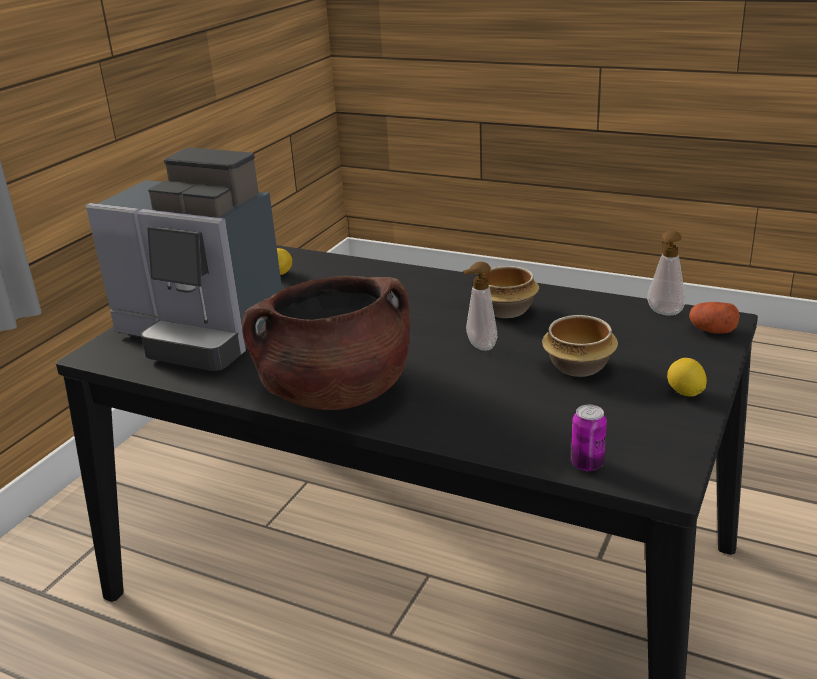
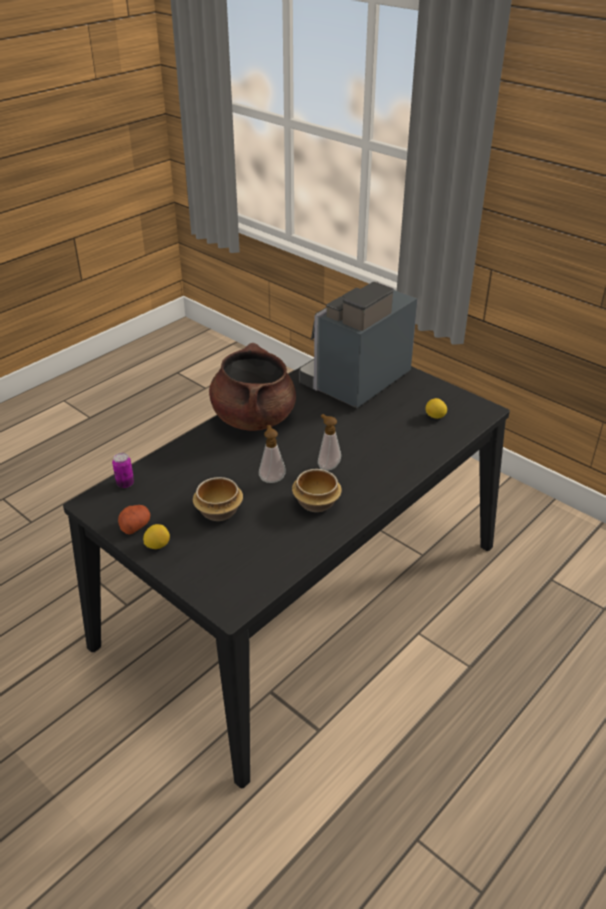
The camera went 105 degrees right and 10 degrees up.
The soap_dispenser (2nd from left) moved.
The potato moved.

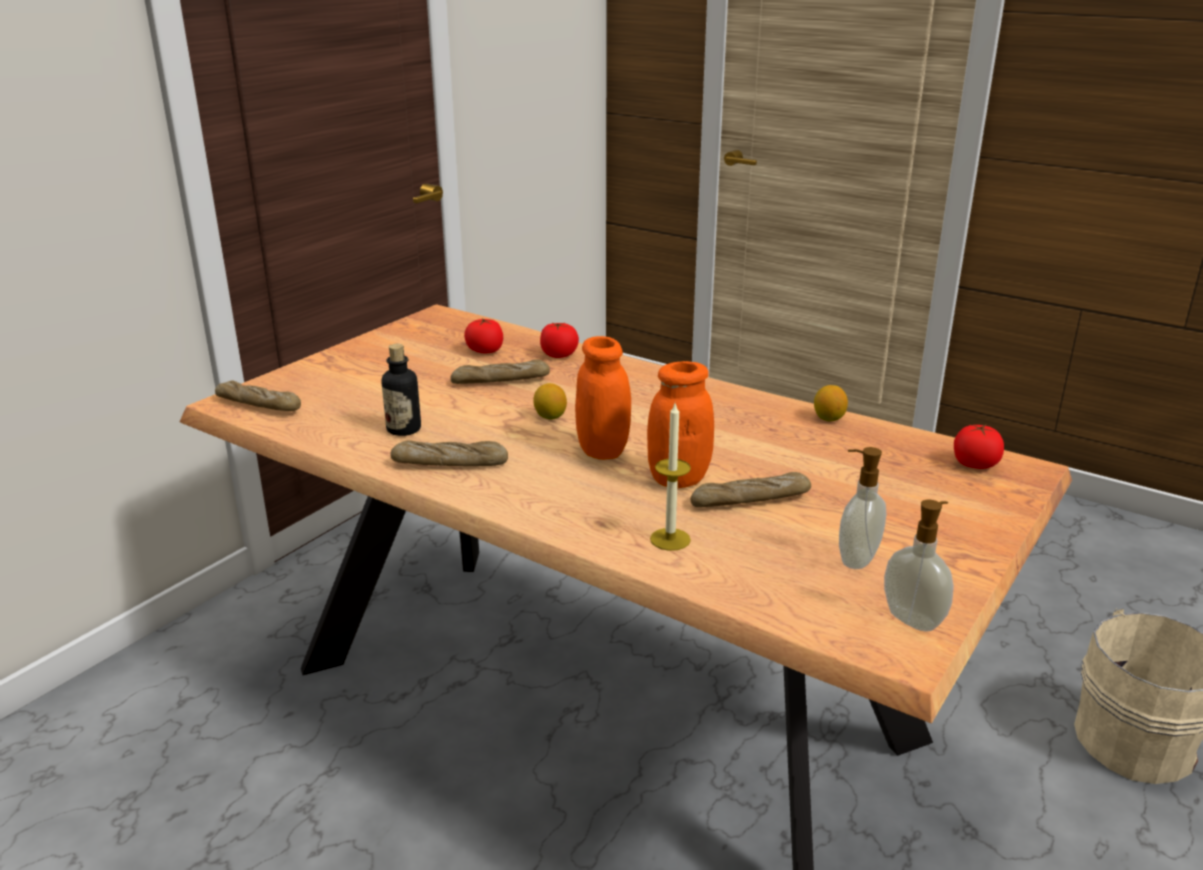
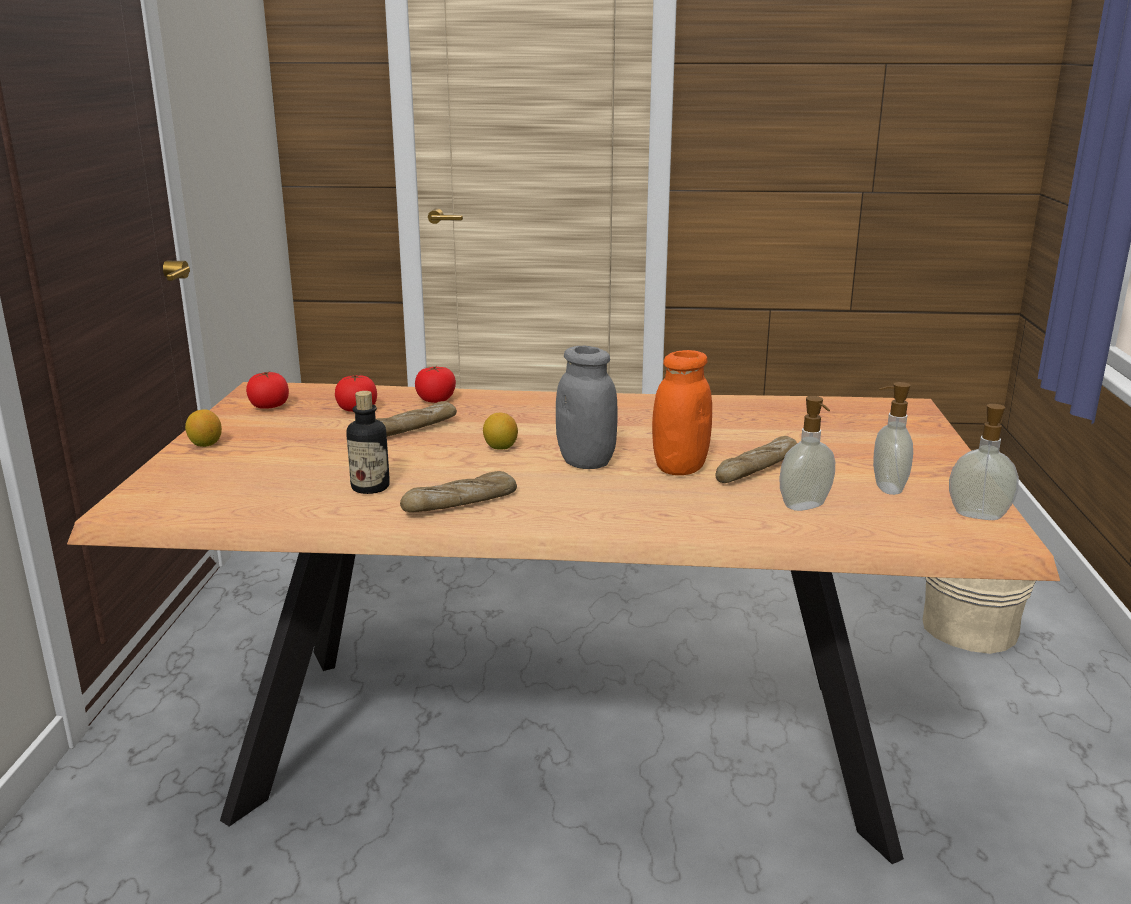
The camera went 30 degrees left and 5 degrees down.
The bread (1st from left) disappeared.
The orange_jar (1st from left) became the grey_jar.
The candle disappeared.
The lemon (2nd from left in the first image) moved.
The tomato (3rd from left in the first image) moved.
The soap_dispenser (1st from left) appeared.

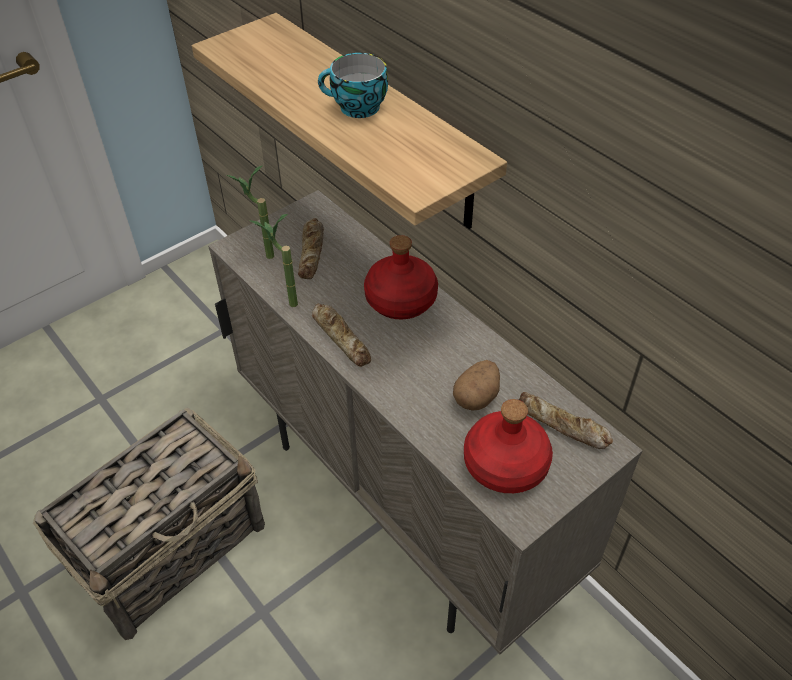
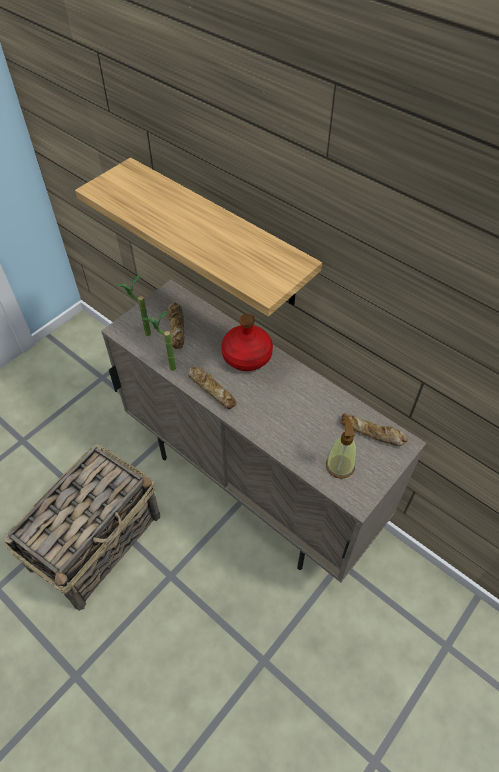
The camera went 10 degrees left and 5 degrees up.
The cup disappeared.
The potato disappeared.
The red_bottle (2nd from left) was replaced by the soap_dispenser.

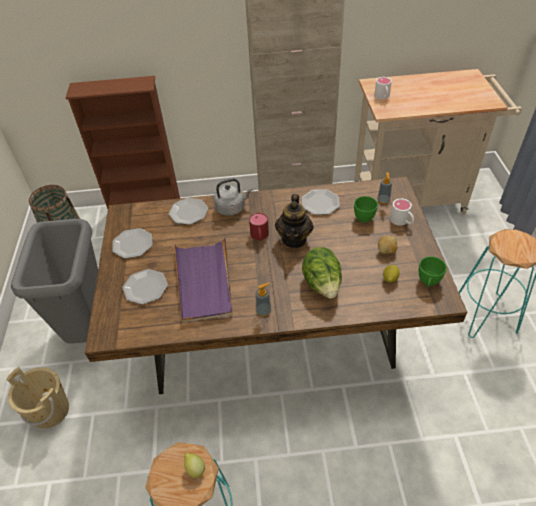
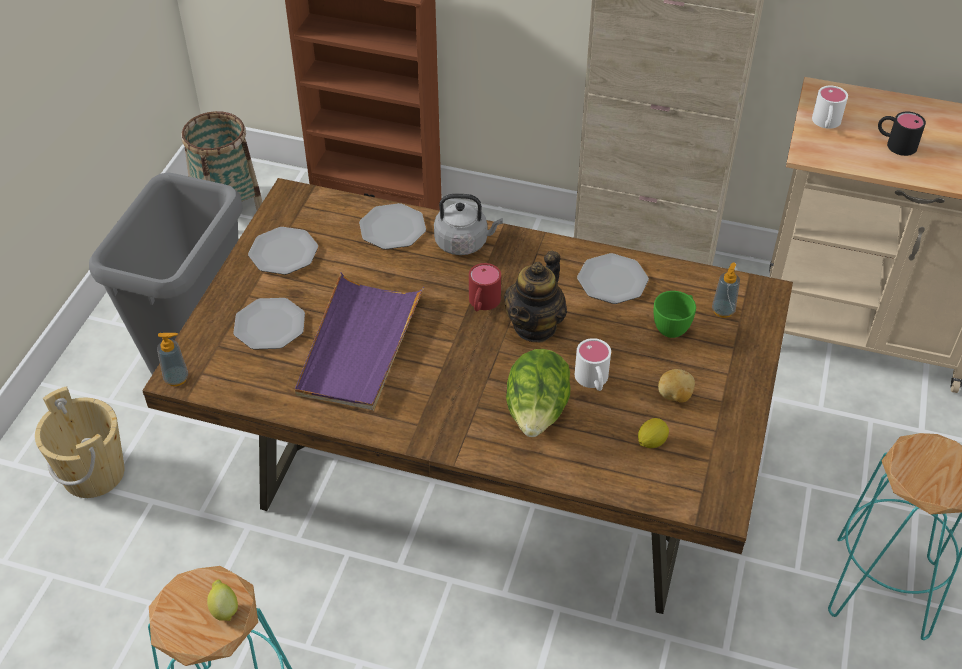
The camera went 20 degrees right and 0 degrees up.
The soap_dispenser (1st from left) moved.
The white_mug (2nd from left in the first image) moved.
The green_cup (2nd from left) disappeared.
The black_mug appeared.

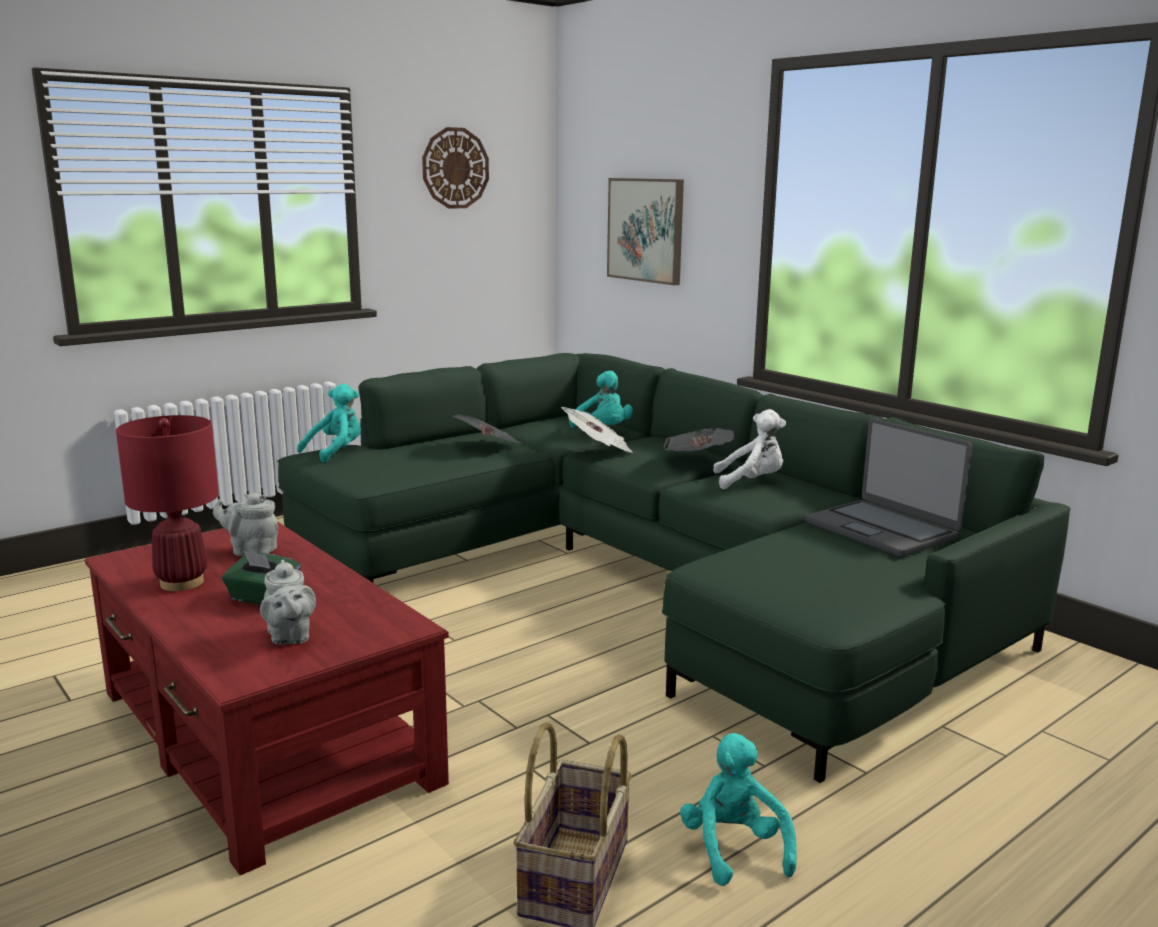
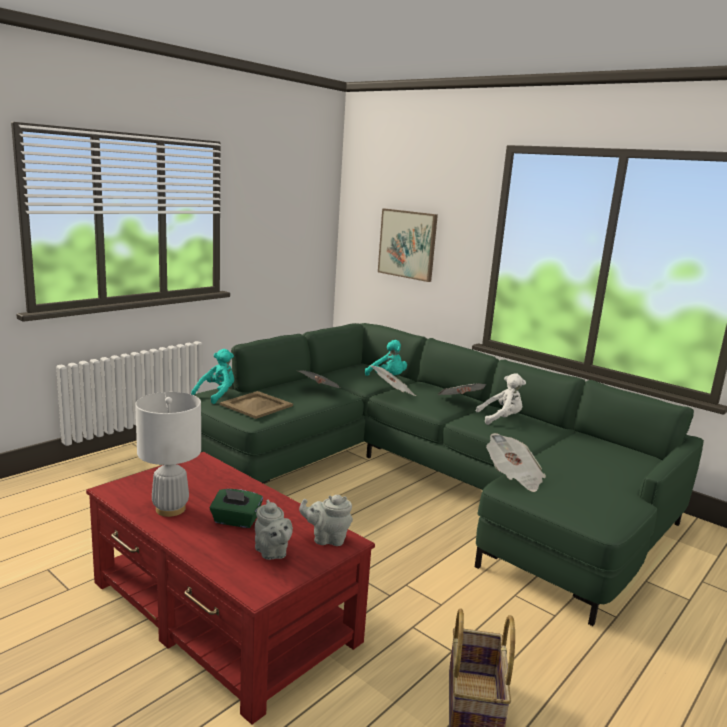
The camera went 10 degrees left and 0 degrees up.
The red_table_lamp became the white_table_lamp.
The grey_teapot (1st from left in the first image) moved.
The wall_clock disappeared.
The turquoise_plush_toy (3rd from left) disappeared.
The laptop disappeared.
The beige_tray appeared.
The newspaper (4th from left) appeared.

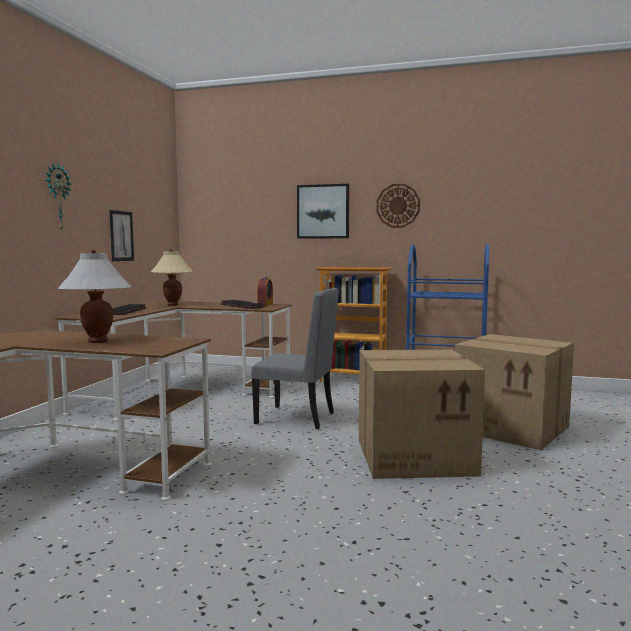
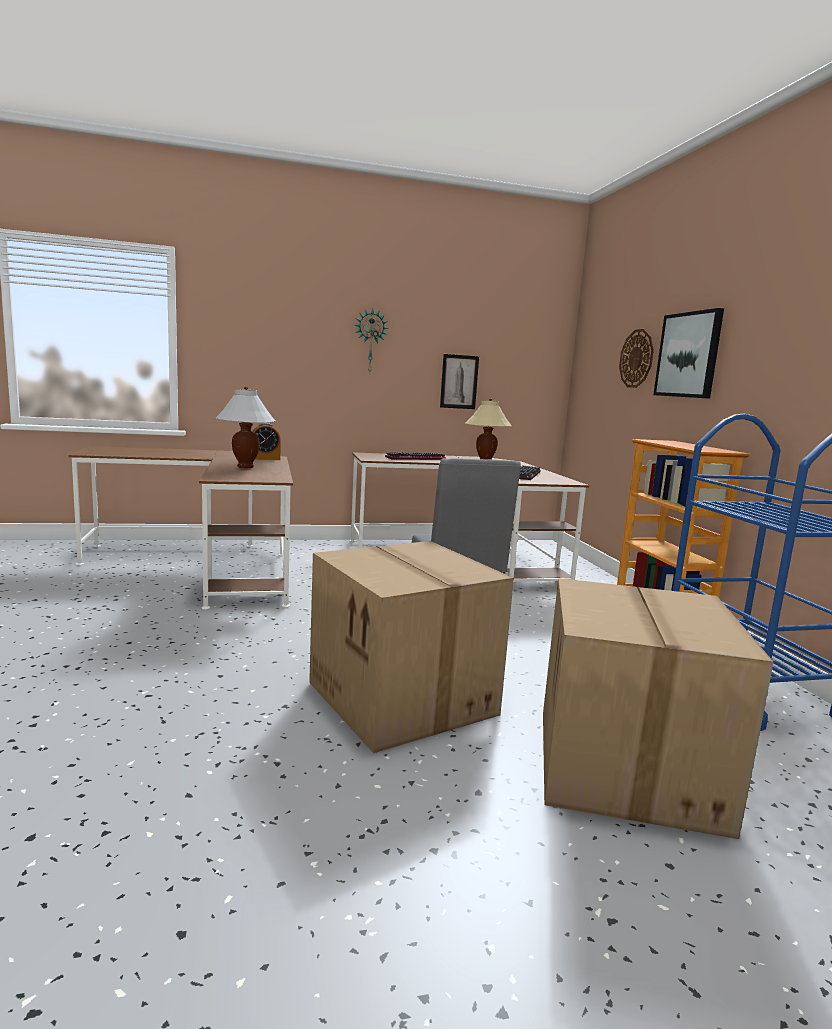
The camera went 60 degrees right and 5 degrees up.
The alarm_clock moved.
The wall_clock (2nd from left) moved.

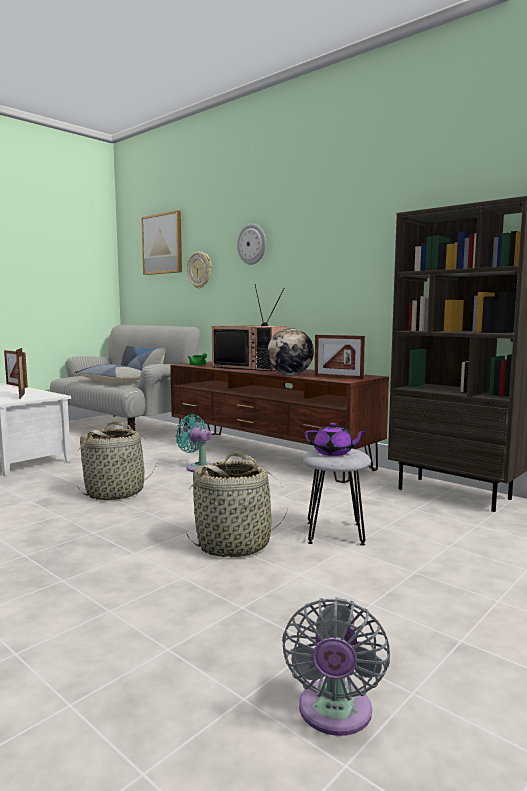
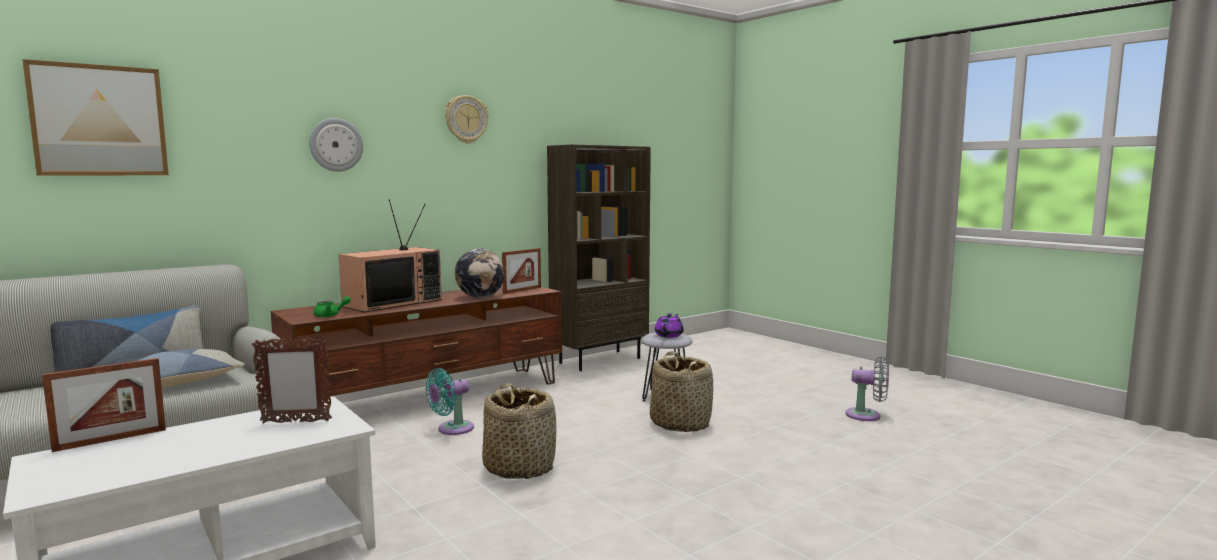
The camera went 80 degrees left and 0 degrees up.
The wall_clock (1st from left in the first image) moved.

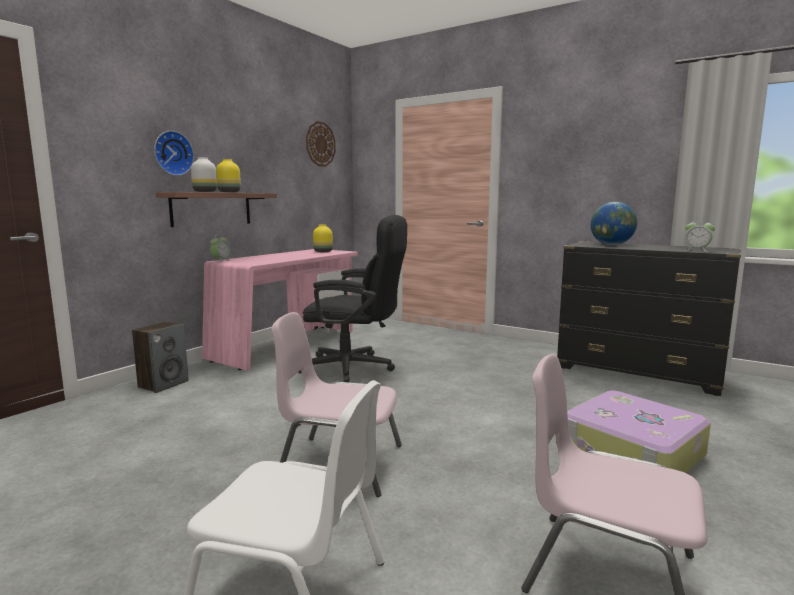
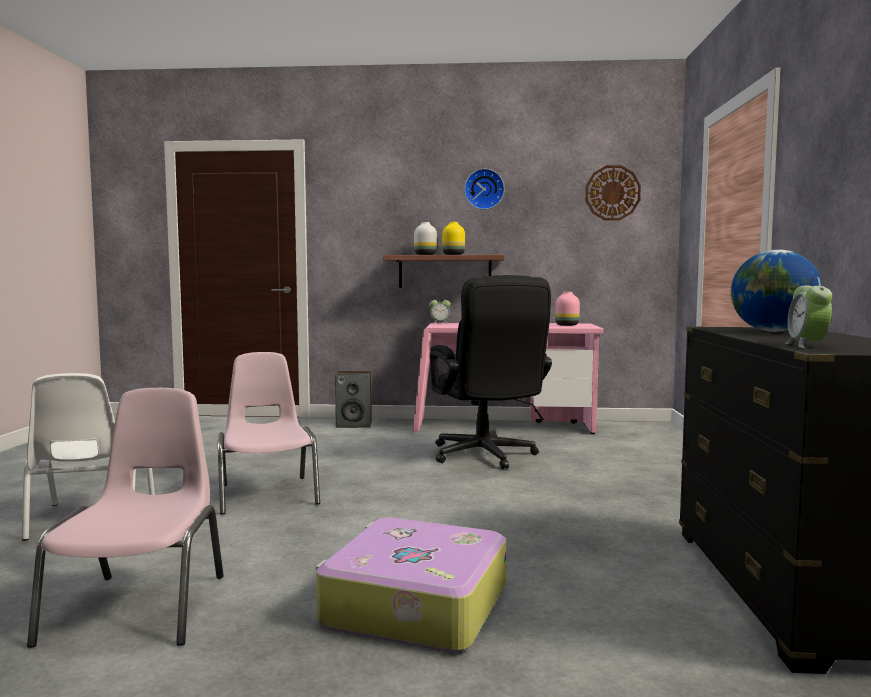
The camera went 60 degrees right and 5 degrees down.
The wall_clock (1st from left) moved.
The yellow_vase (2nd from left) became the pink_vase.

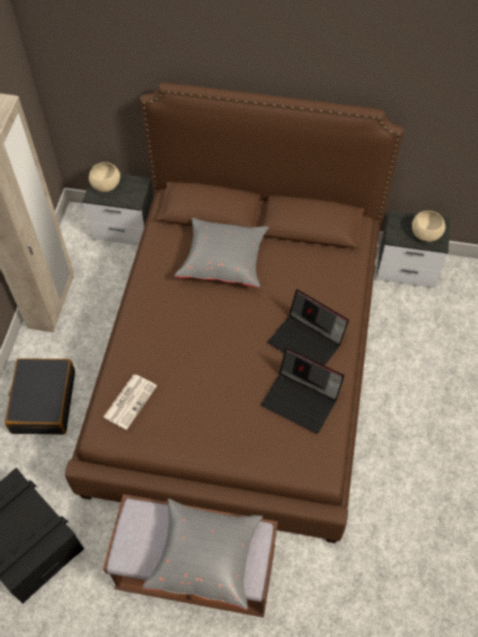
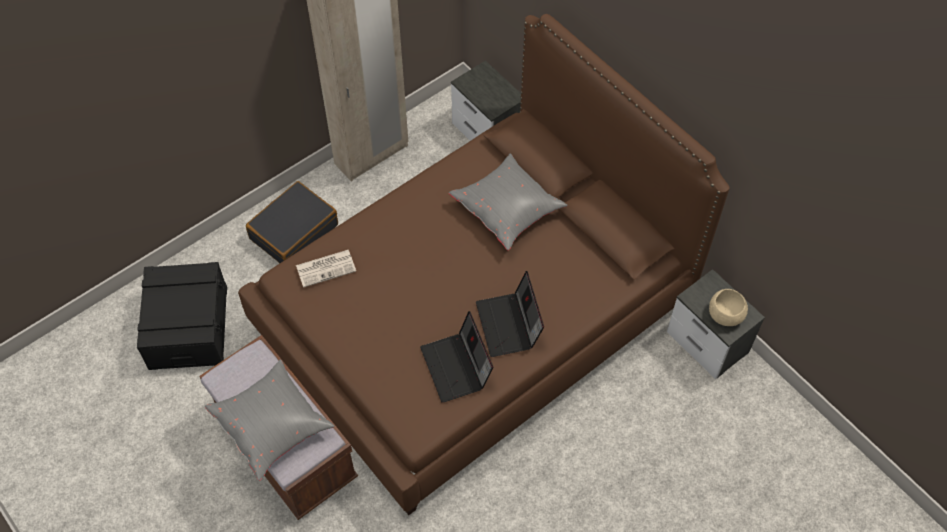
The camera went 40 degrees right and 0 degrees up.
The beige_bowl (1st from left) disappeared.

